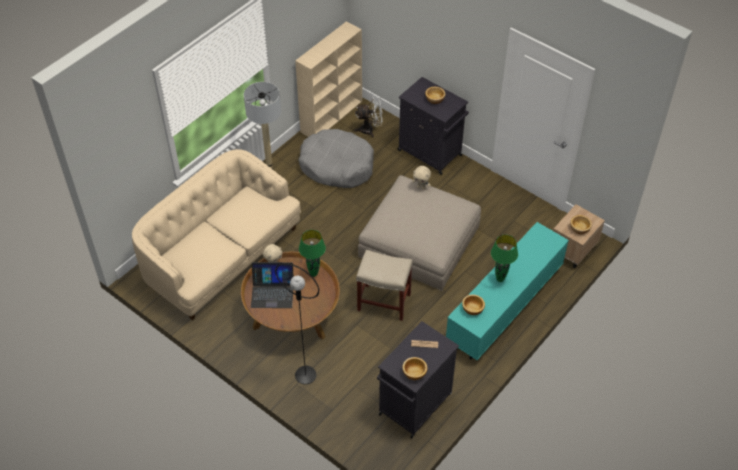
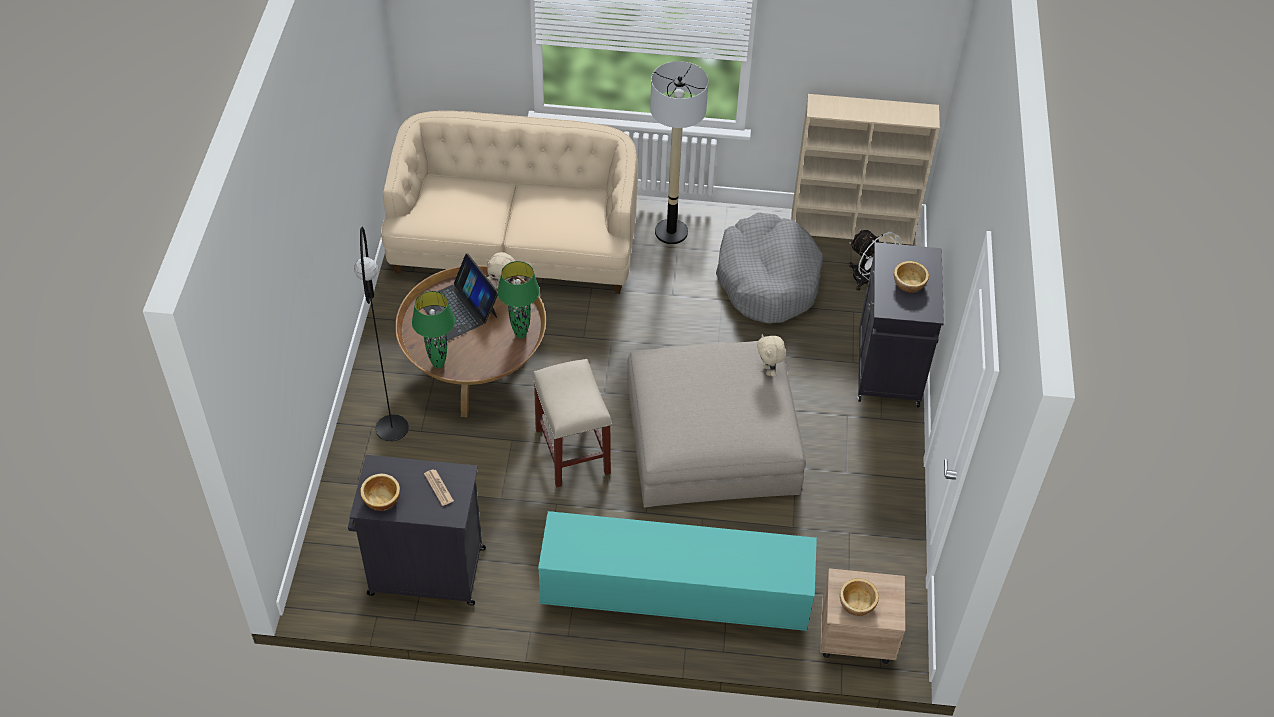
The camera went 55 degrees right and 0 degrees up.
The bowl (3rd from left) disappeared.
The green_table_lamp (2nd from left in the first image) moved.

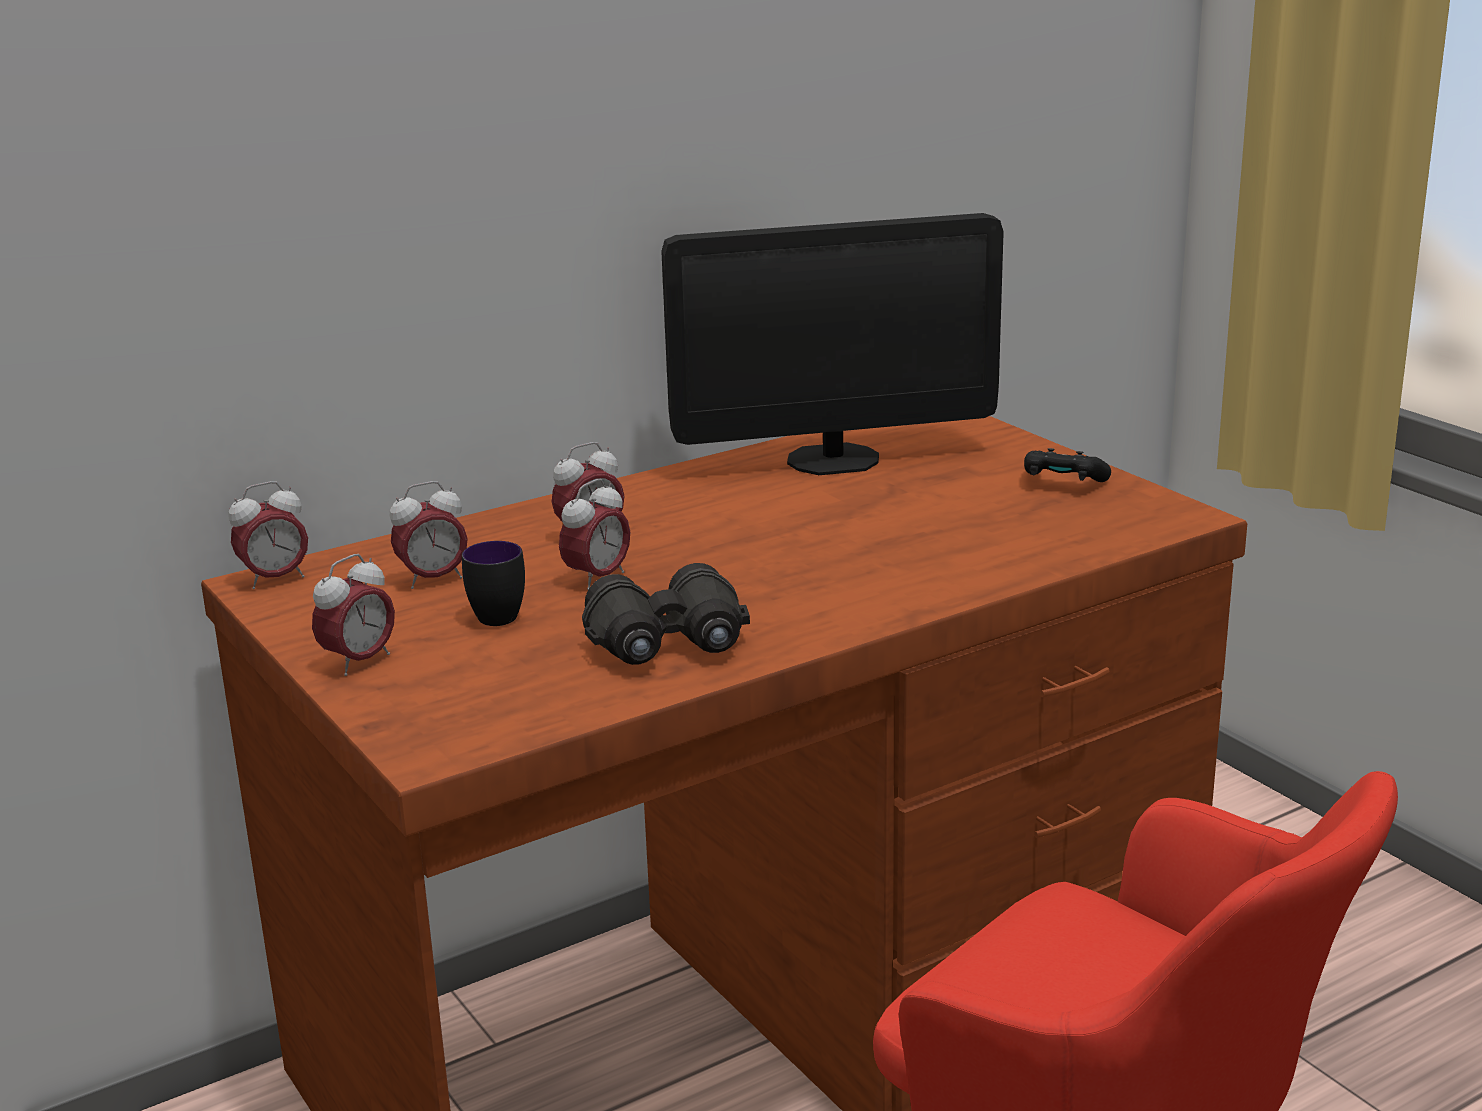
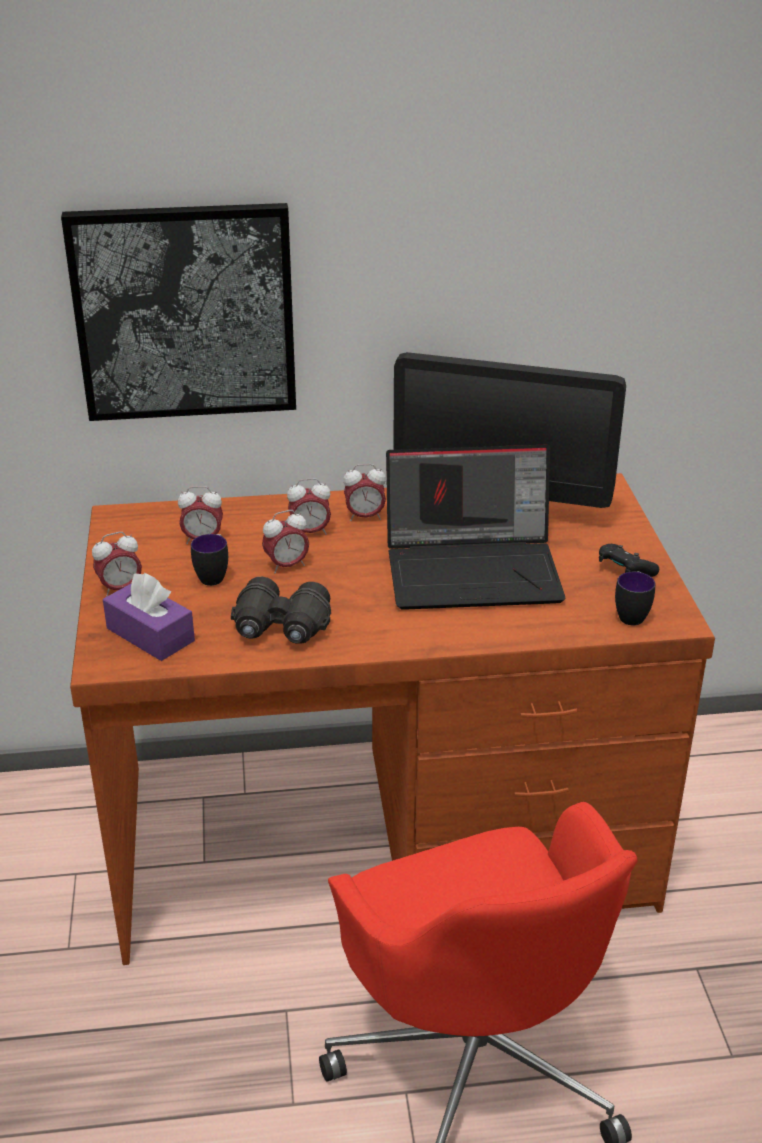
The camera went 25 degrees right and 10 degrees up.
The alarm_clock (1st from left in the first image) moved.
The picture appeared.
The purple_tissue_box appeared.
The laptop appeared.
The mug (2nd from left) appeared.

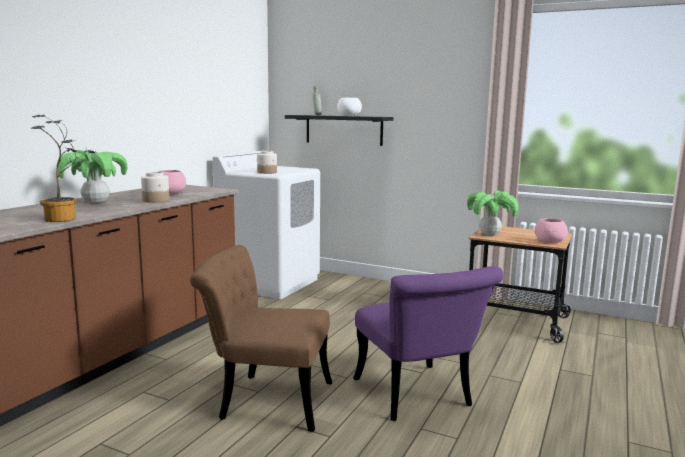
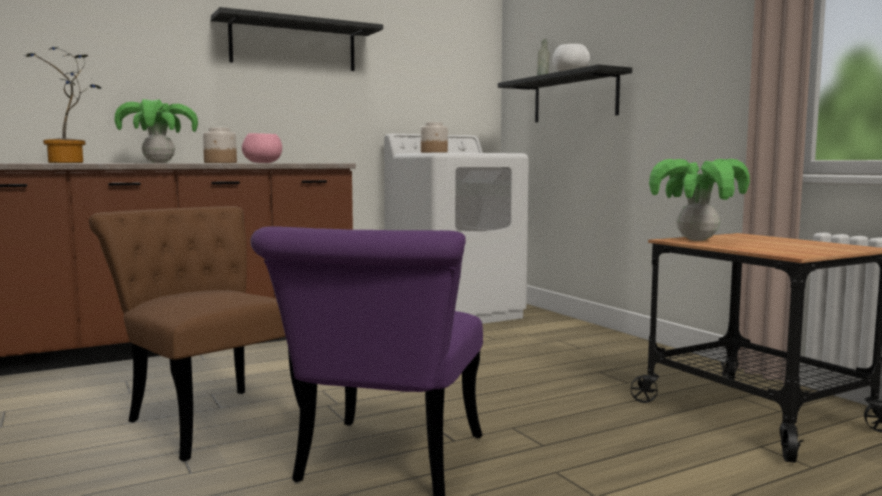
The camera went 35 degrees right and 5 degrees down.
The pink_bowl (2nd from left) disappeared.
The black_shelf (1st from left) appeared.

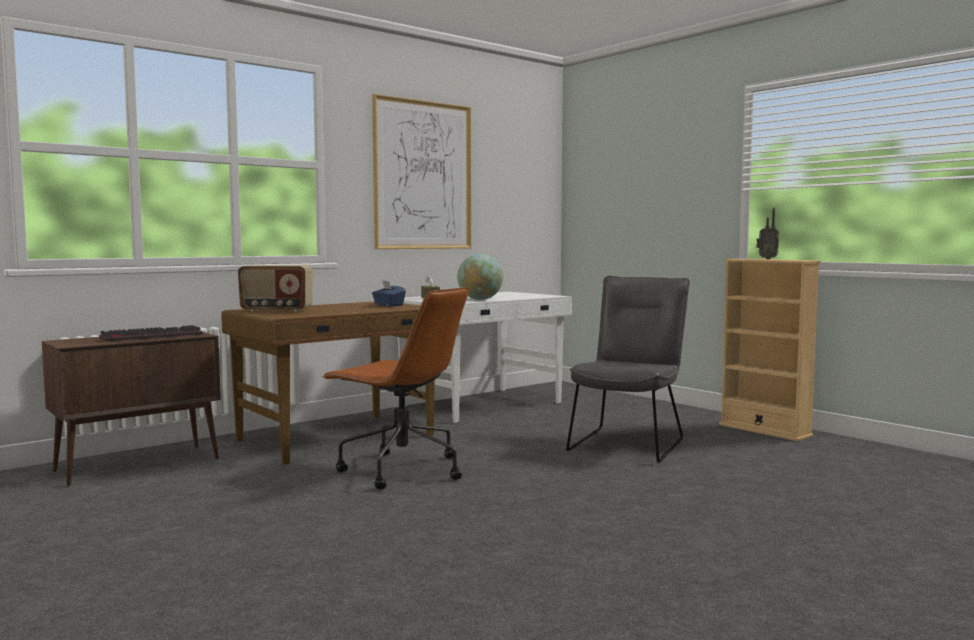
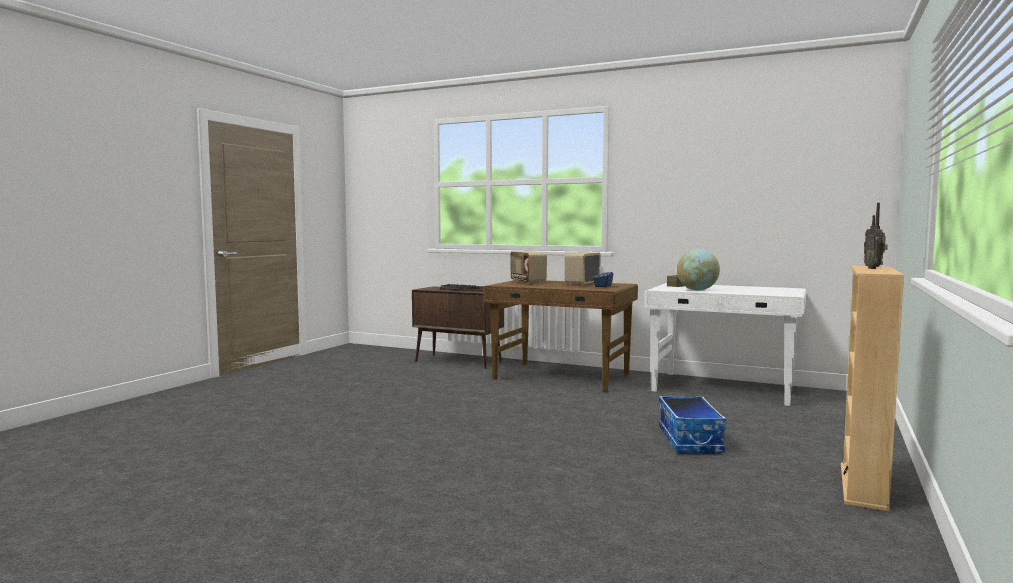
The camera went 65 degrees right and 0 degrees up.
The brown_office_chair disappeared.
The picture disappeared.
The grey_chair was replaced by the storage_box.
The radio (2nd from left) appeared.

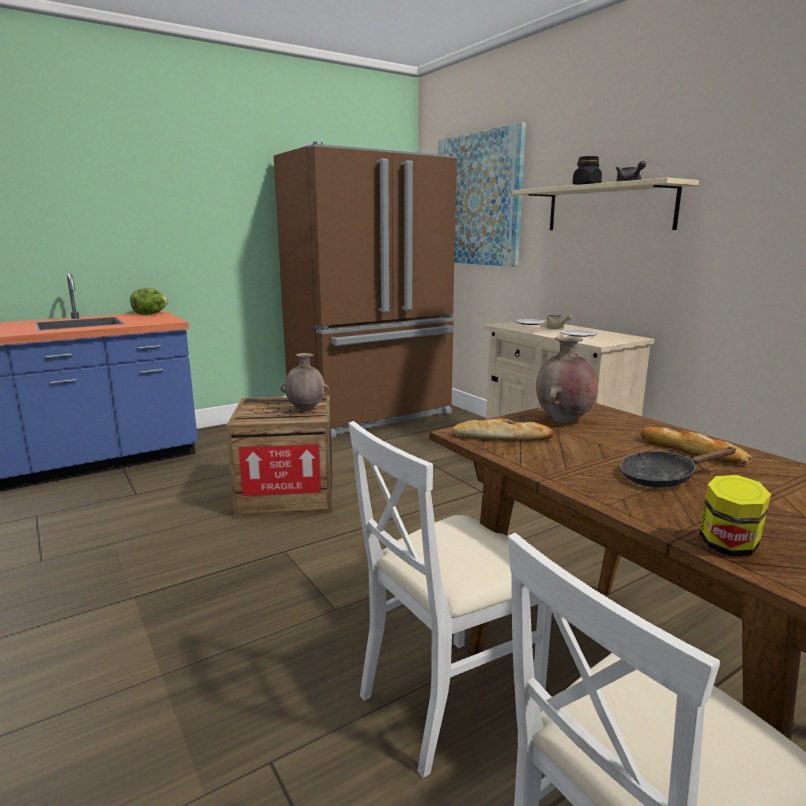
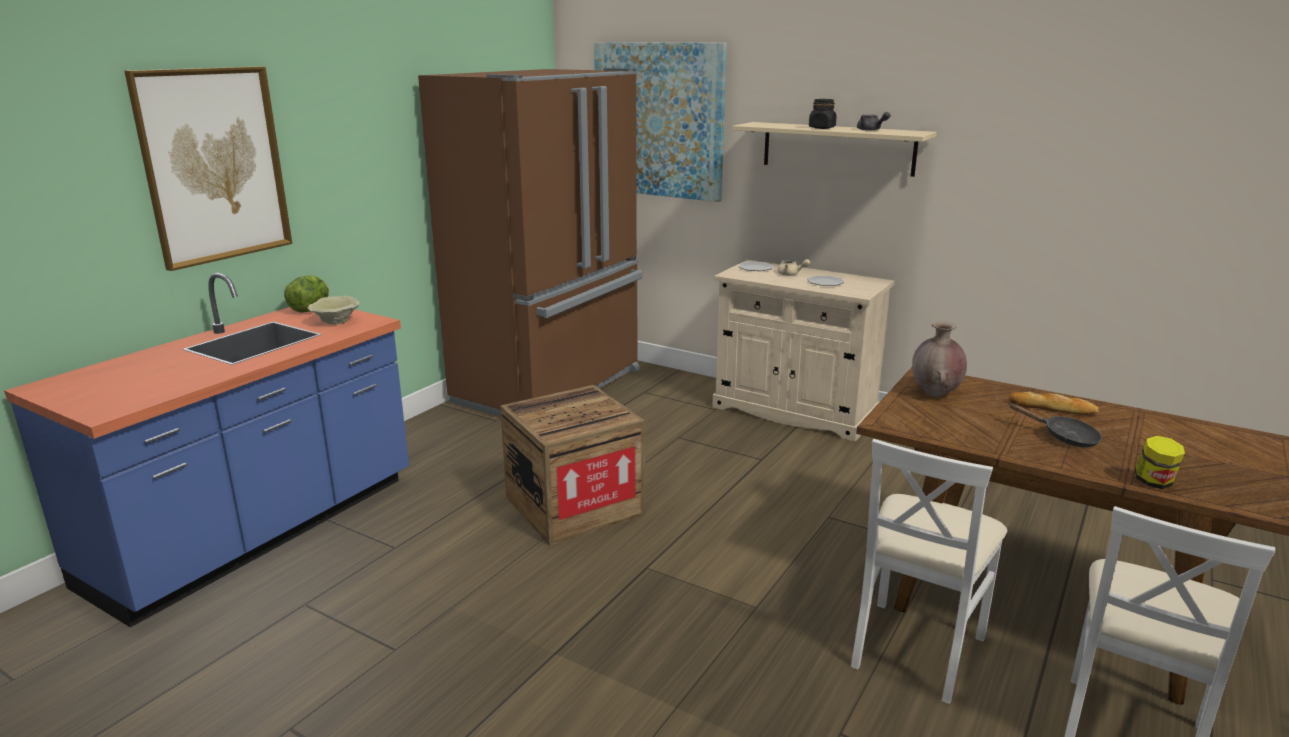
The camera went 25 degrees left and 5 degrees up.
The brown_vase (1st from left) disappeared.
The bread (1st from left) disappeared.
The black_frying_pan turned 105 degrees counterclockwise.
The picture (1st from left) appeared.
The beige_bowl appeared.

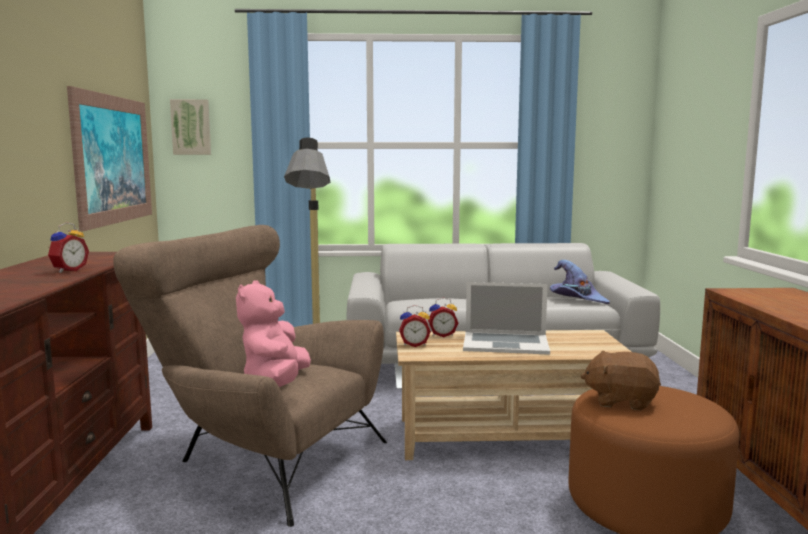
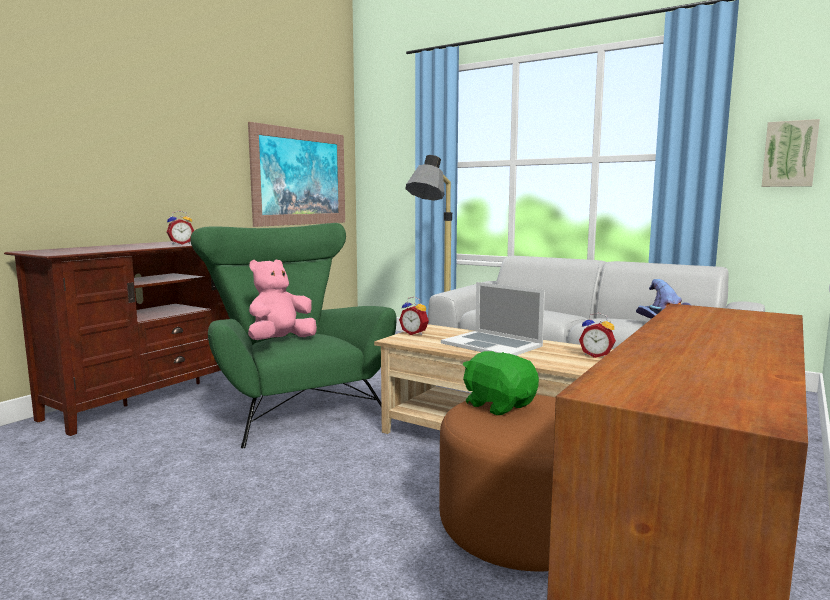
The camera went 35 degrees right and 0 degrees up.
The brown_armchair became the green_armchair.
The picture (2nd from left) moved.
The alarm_clock (3rd from left) moved.
The brown_plush_toy became the green_plush_toy.

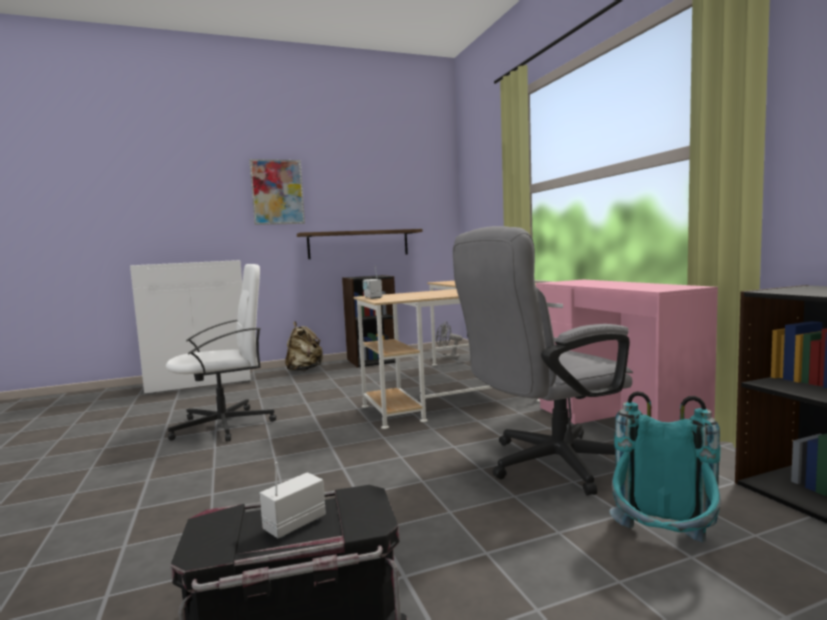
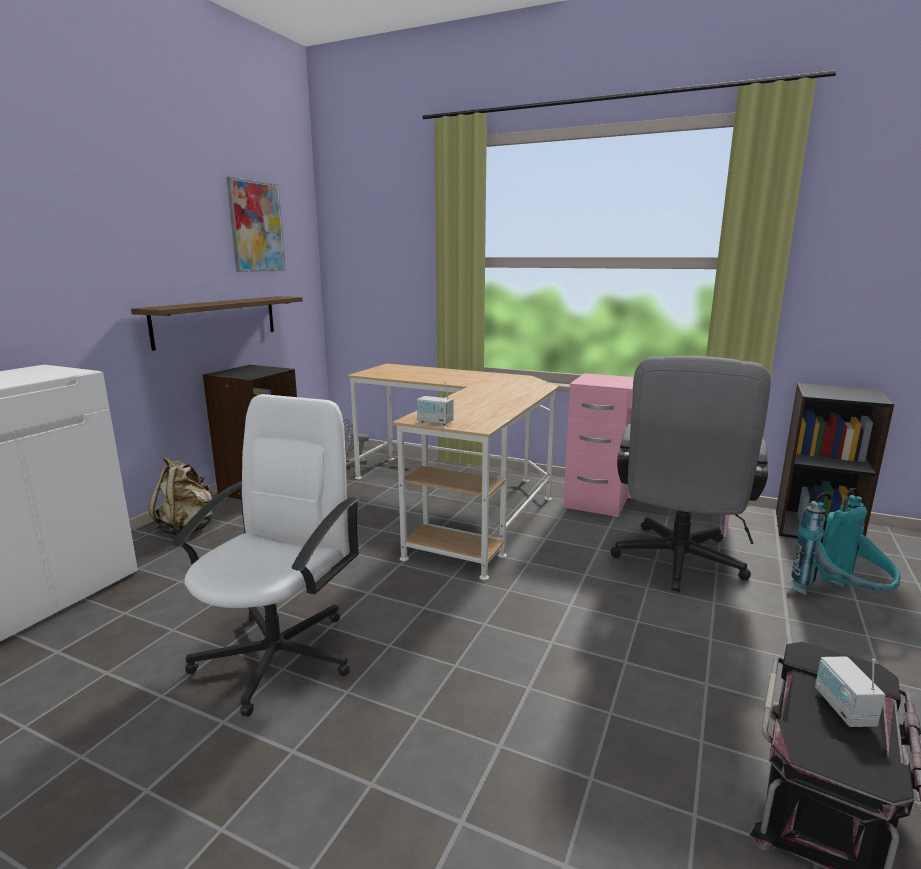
The camera went 45 degrees left and 10 degrees up.
The picture moved.

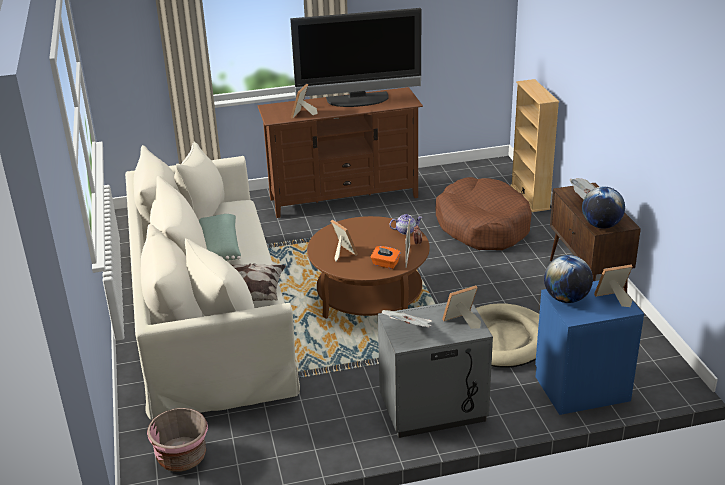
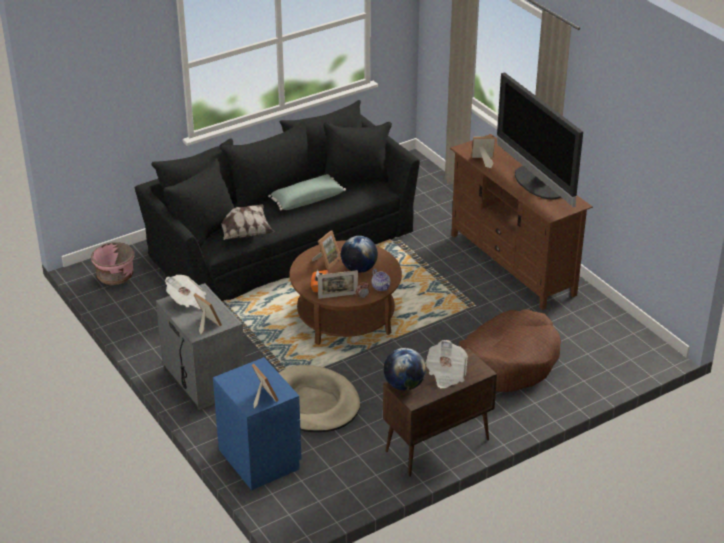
The camera went 70 degrees right and 5 degrees up.
The beige_sofa became the black_sofa.
The beige_bookcase disappeared.
The globe (1st from left) moved.

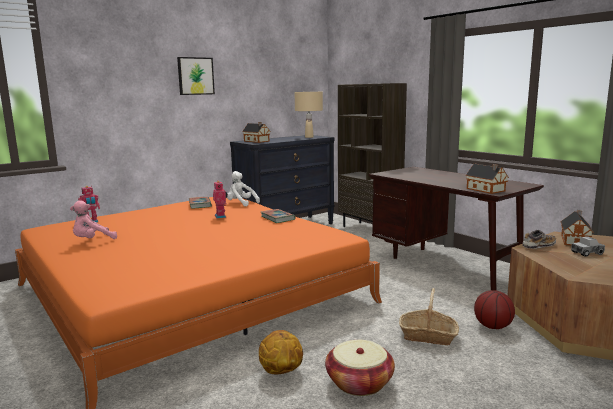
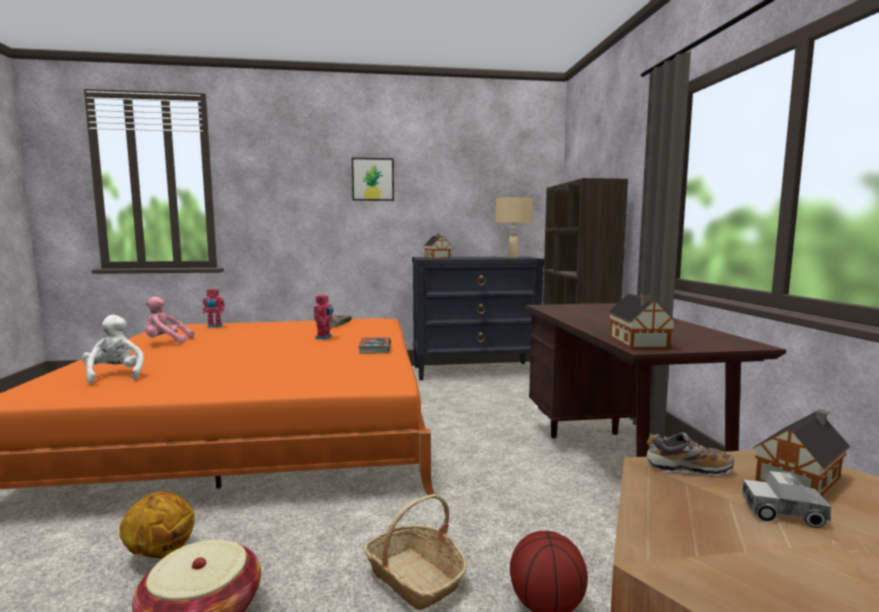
The camera went 30 degrees right and 5 degrees down.
The white_plush_toy moved.

